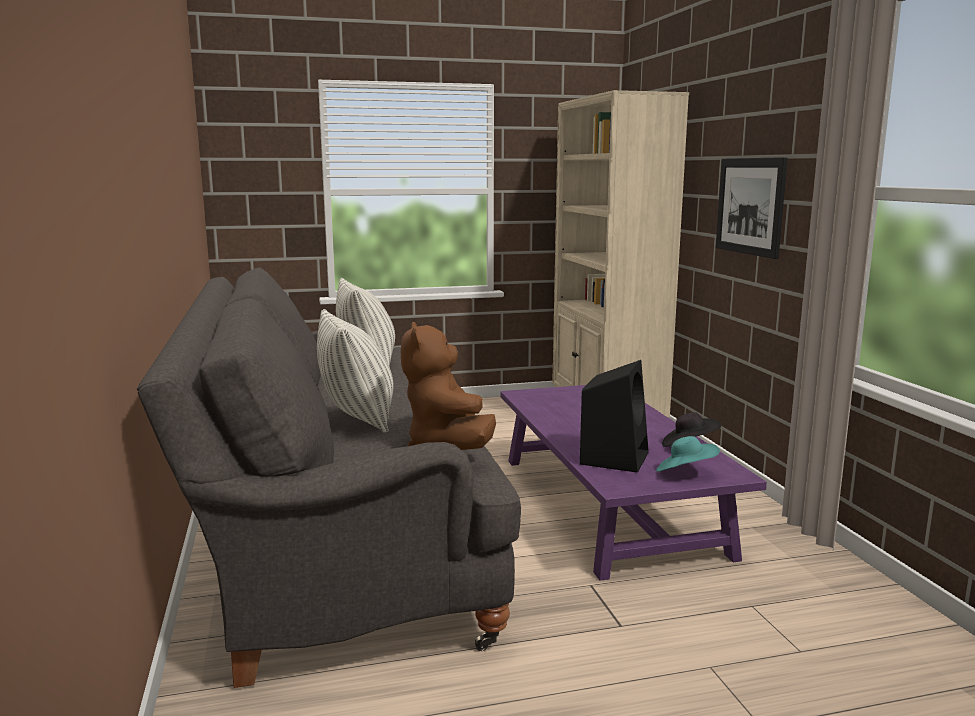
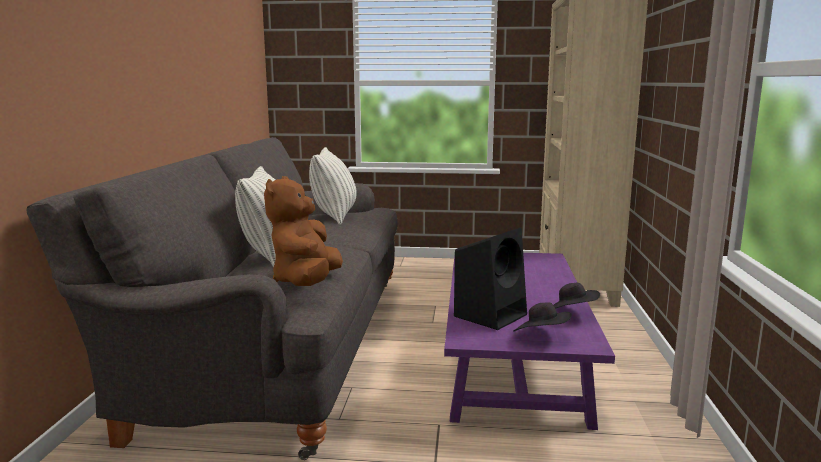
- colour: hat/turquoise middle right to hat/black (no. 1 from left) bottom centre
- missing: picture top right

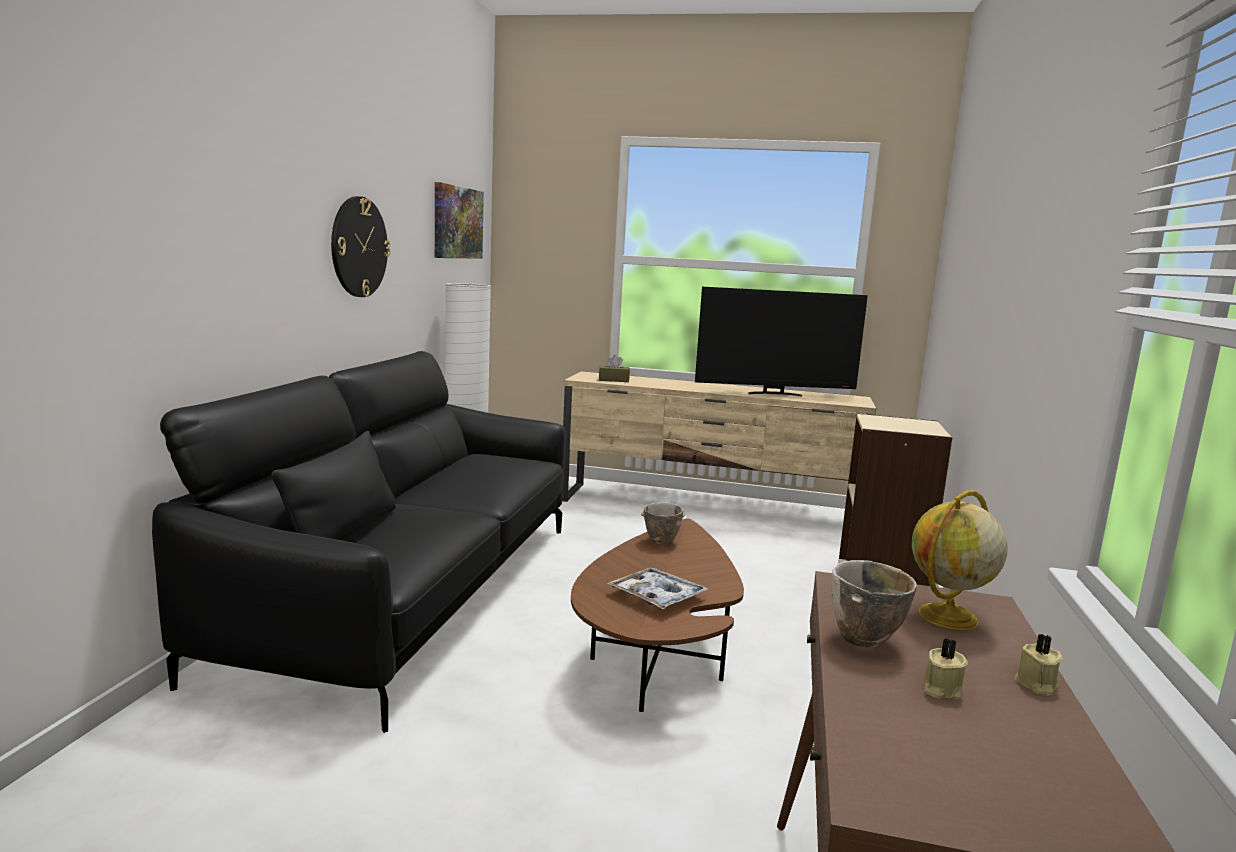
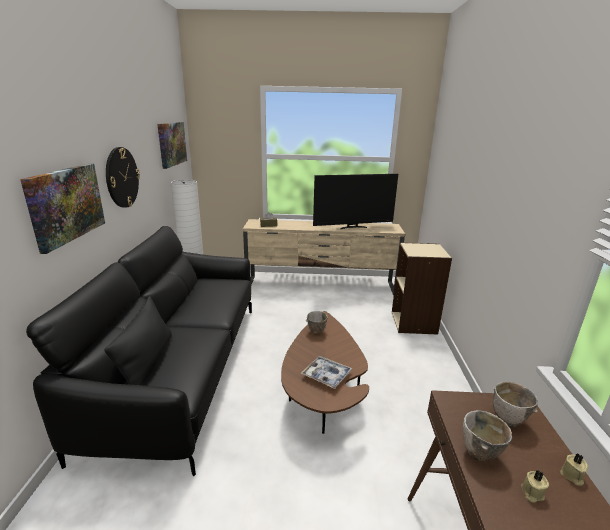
- exchanged: globe middle right to bowl (no. 3 from left) bottom right
- appeared: picture (no. 1 from left) middle left

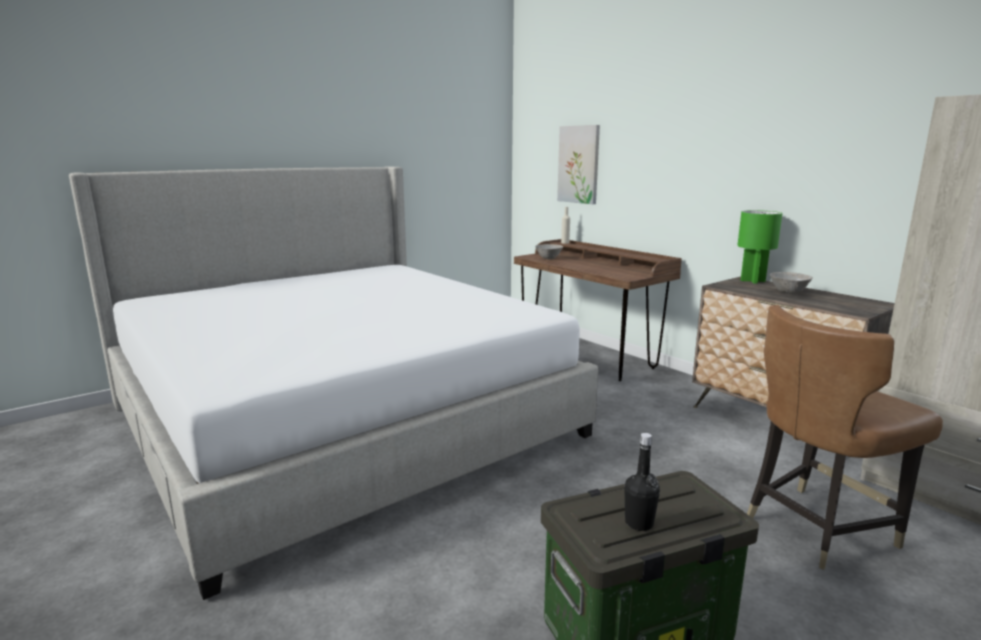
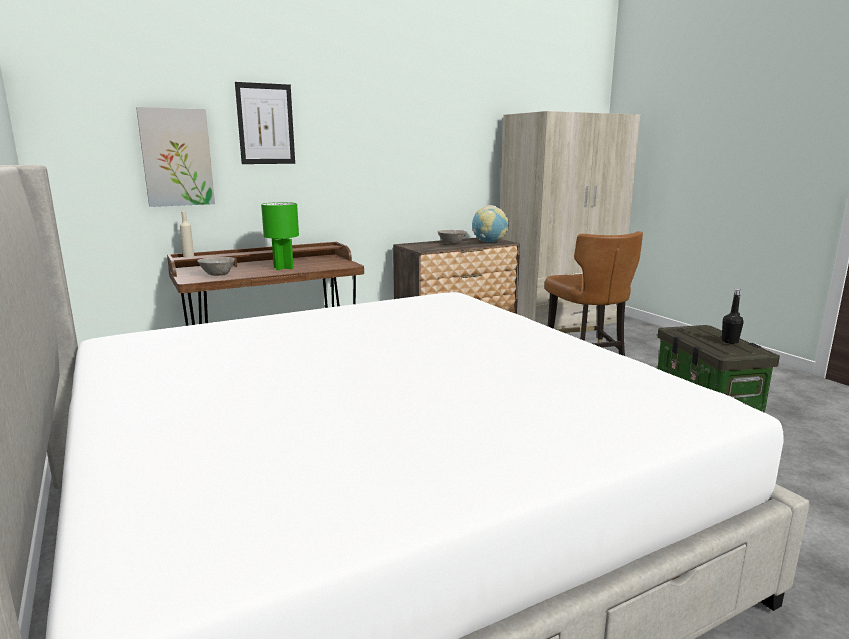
- relocated: table lamp/green middle right to middle left
- appeared: picture (no. 2 from left) top left
- appeared: globe centre

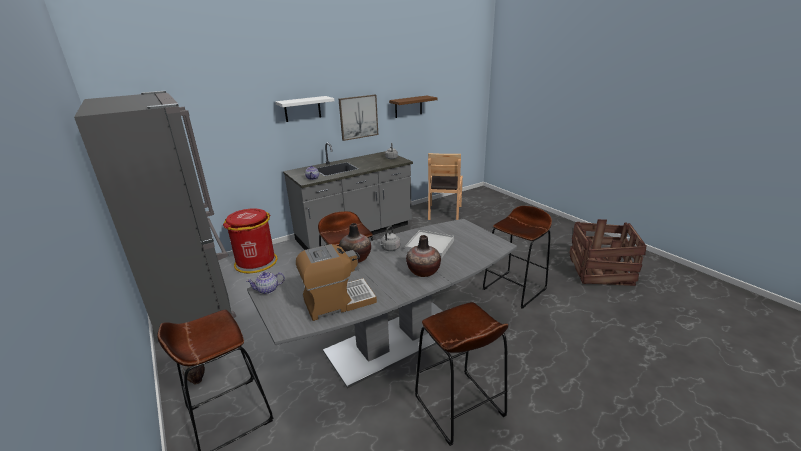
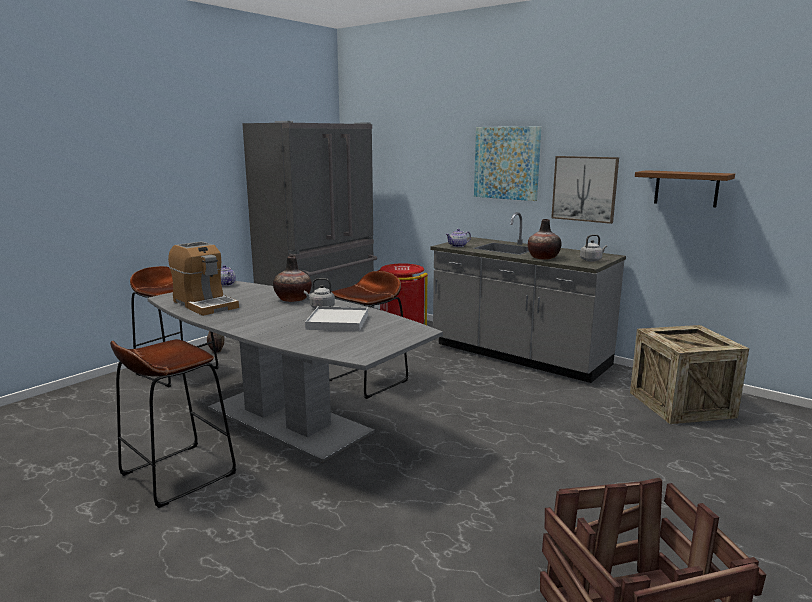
- exchanged: shelf/white top centre to picture (no. 1 from left) top centre
- relocated: vase (no. 3 from left) centre to middle right
- exchanged: chair/brown centre to crate (no. 2 from left) middle right
- missing: stool/brown (no. 4 from left) centre

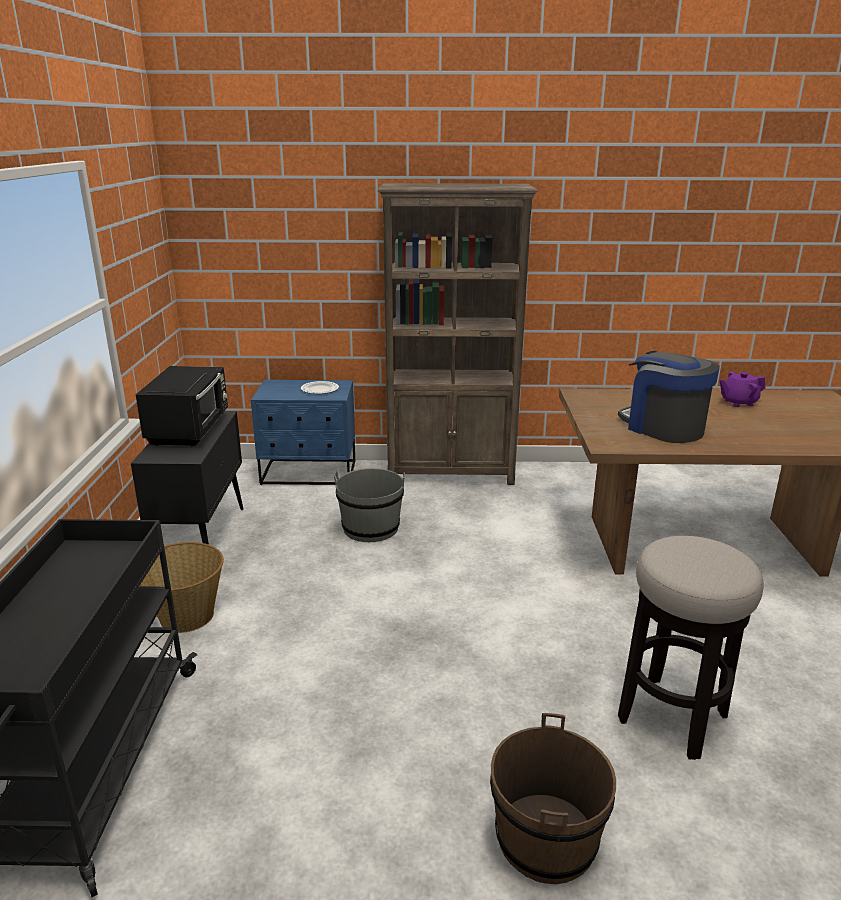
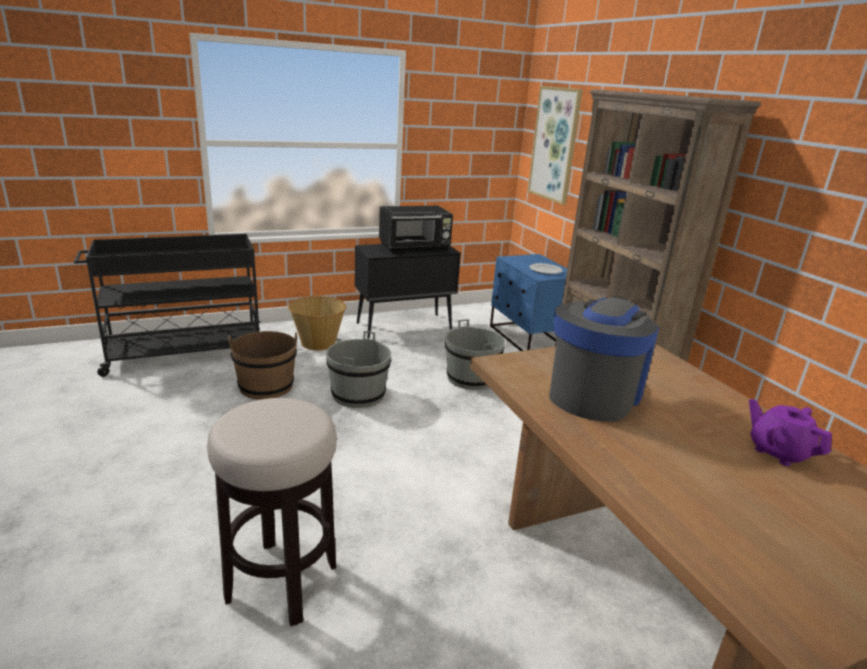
- relocated: bucket/brown bottom centre to middle left
- appeared: bucket/grey (no. 1 from left) centre
- appeared: picture top centre

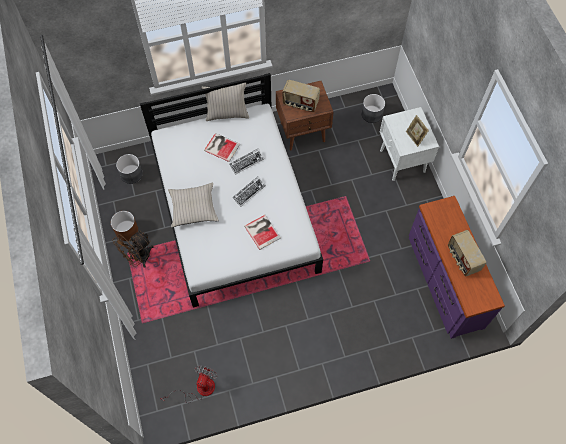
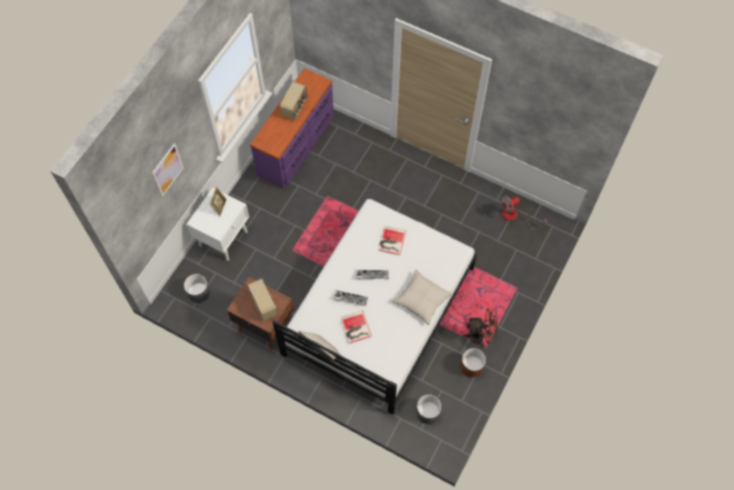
- appeared: picture middle left

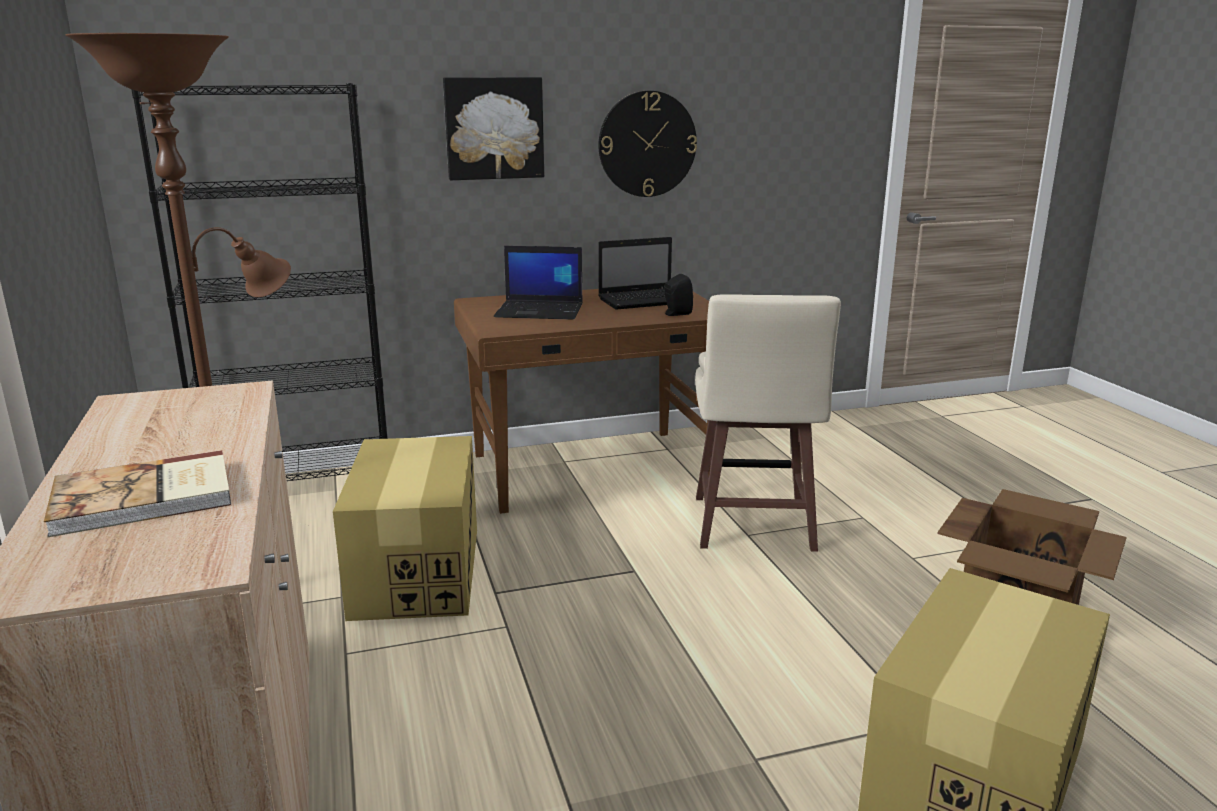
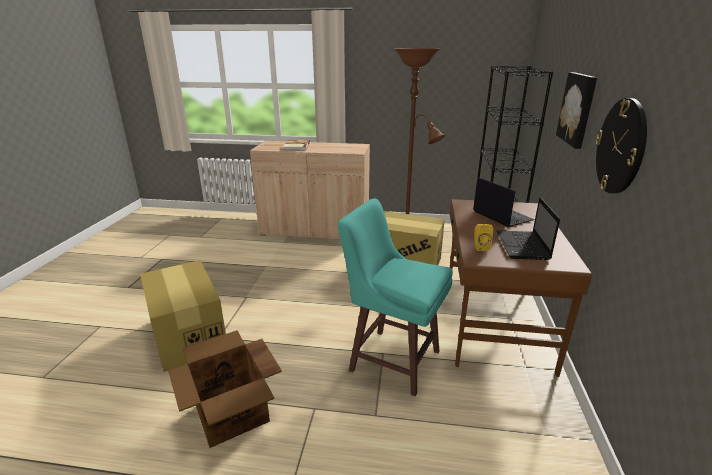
- spun: laptop (no. 1 from left) centre = middle right 120 degrees clockwise
- colour: speaker/black centre to speaker/yellow middle right
- colour: stool/beige centre to stool/turquoise centre

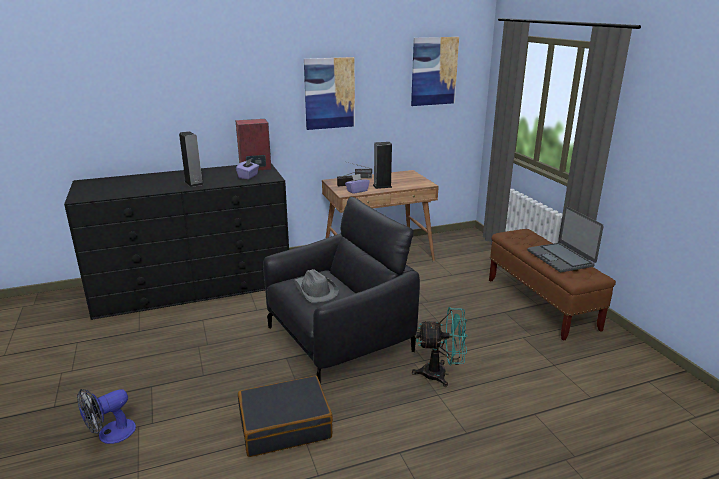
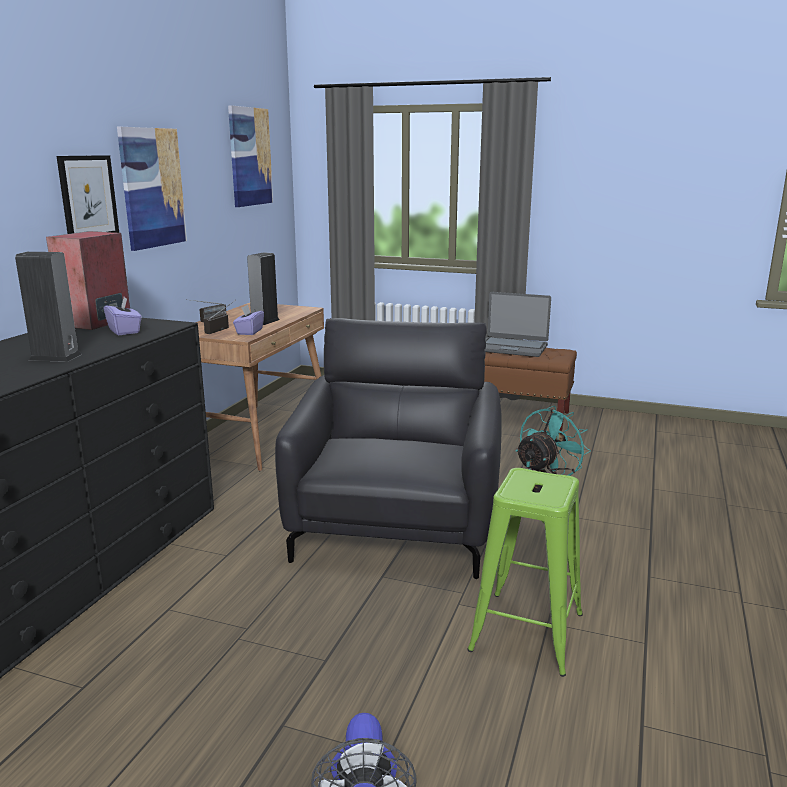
- exchanged: suitcase/black bottom centre to stool/green bottom right
- missing: hat/grey centre
- appeared: picture (no. 1 from left) top left

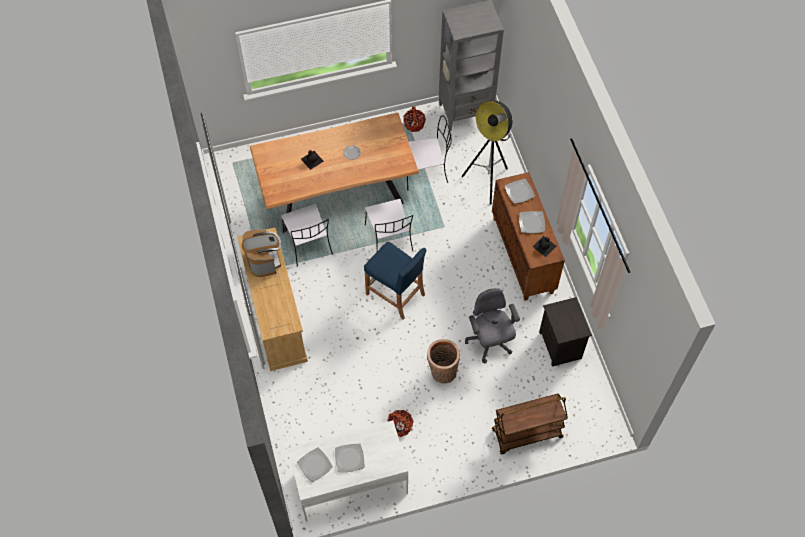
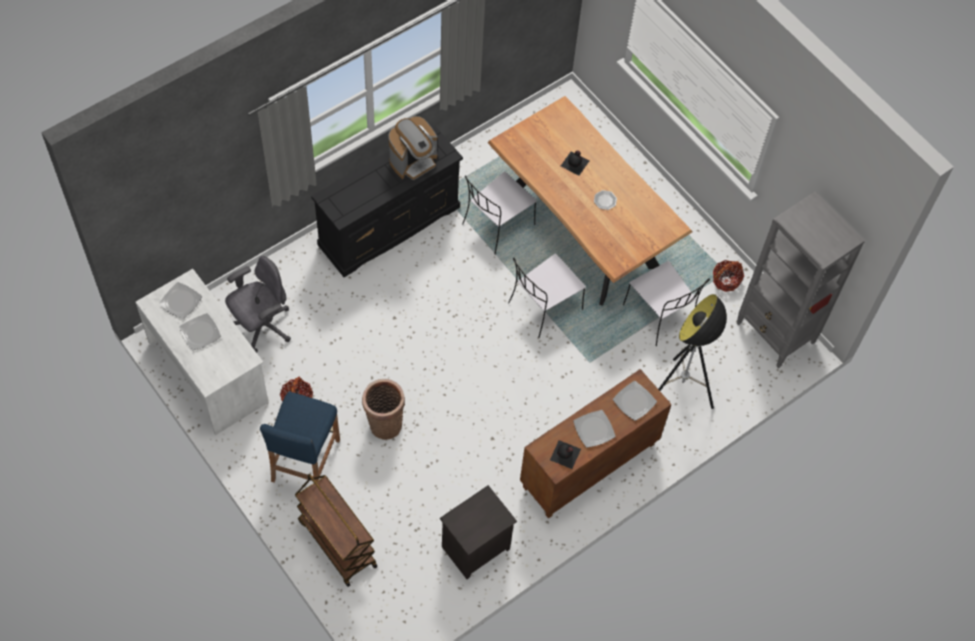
- colour: dresser/beige centre to dresser/black top centre
- relocated: stool/blue centre to bottom left
- relocated: office chair/grey centre to middle left

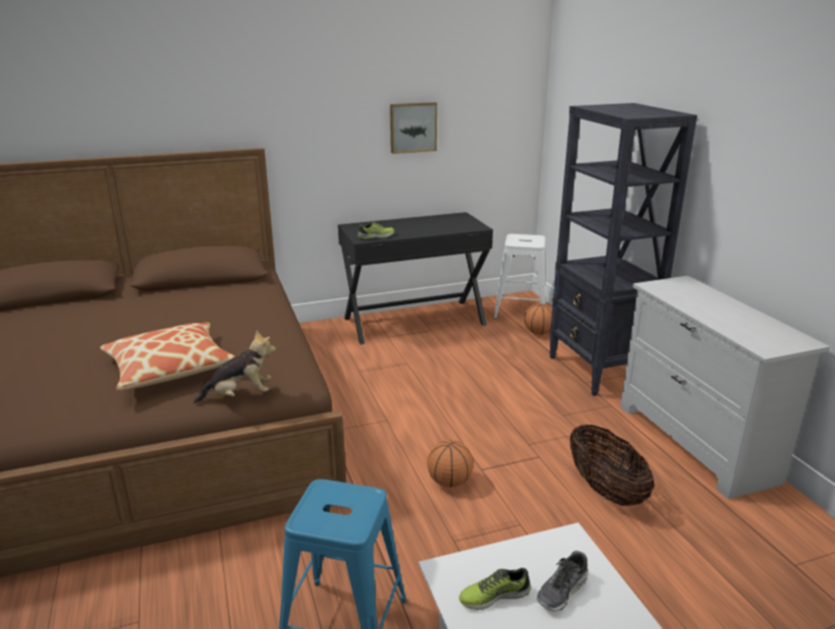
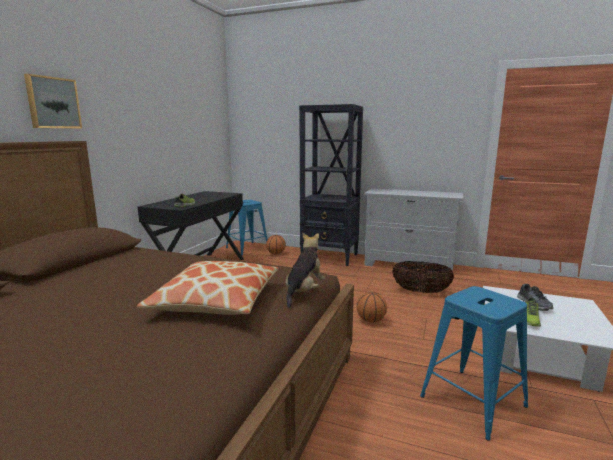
- relocated: picture top centre to top left
- colour: stool/white centre to stool/blue (no. 1 from left) centre

